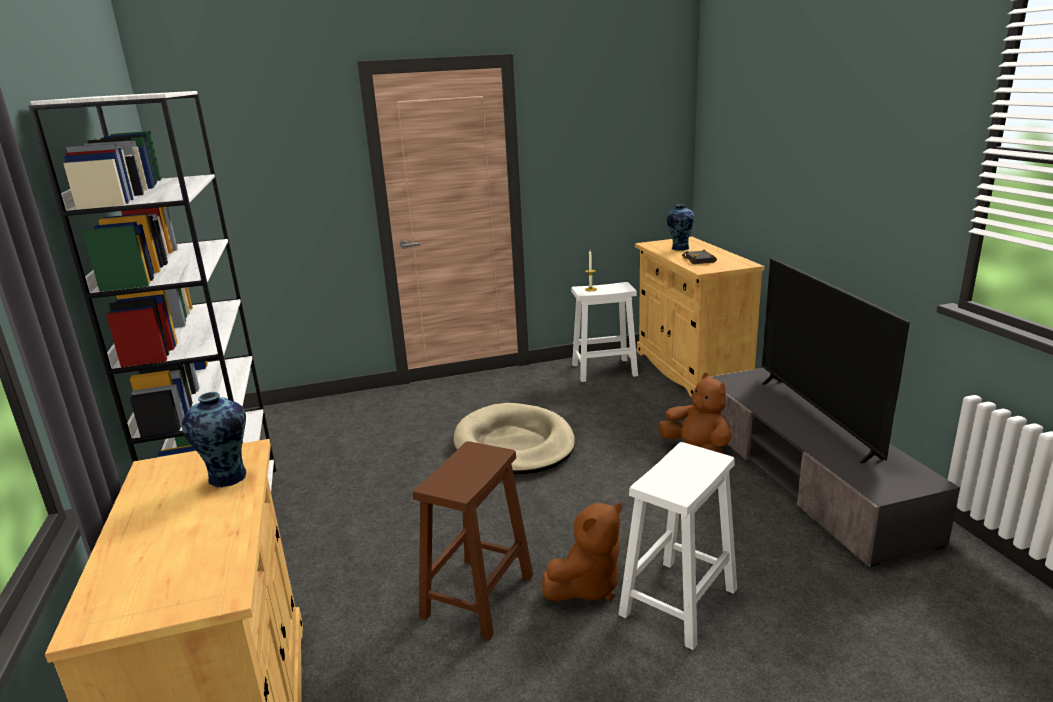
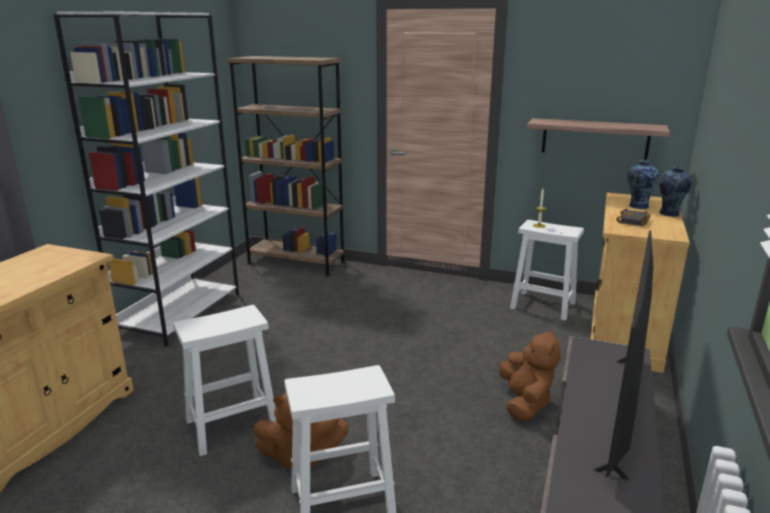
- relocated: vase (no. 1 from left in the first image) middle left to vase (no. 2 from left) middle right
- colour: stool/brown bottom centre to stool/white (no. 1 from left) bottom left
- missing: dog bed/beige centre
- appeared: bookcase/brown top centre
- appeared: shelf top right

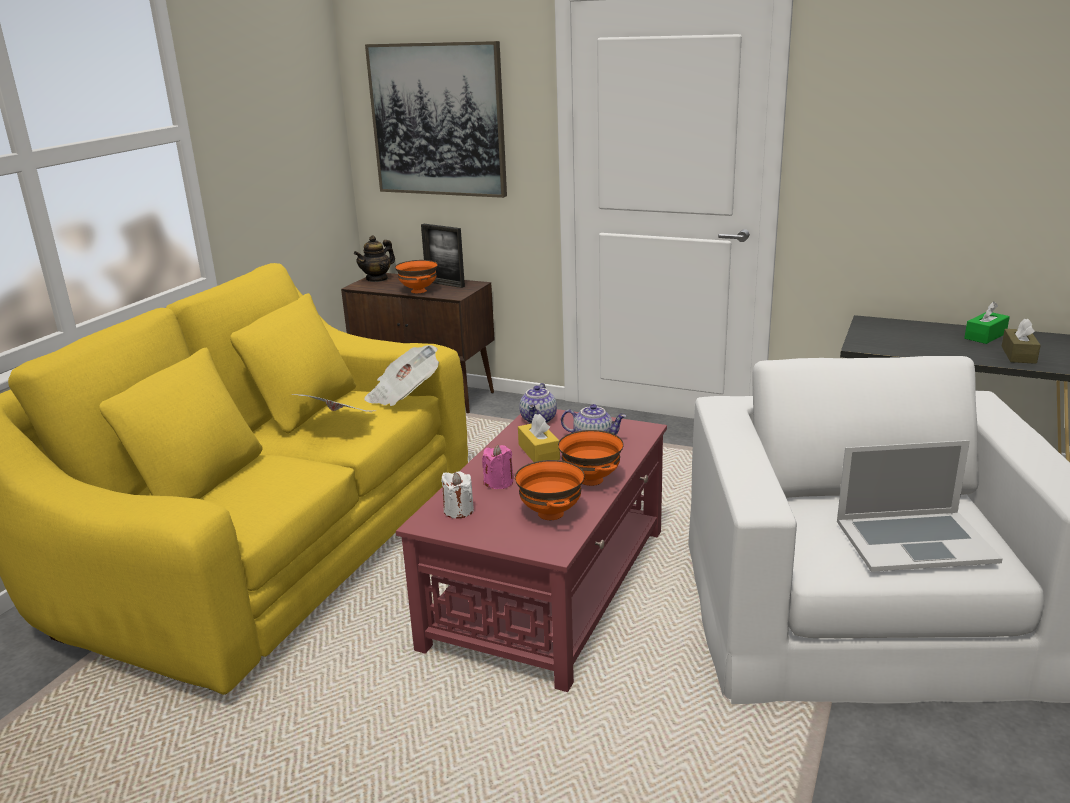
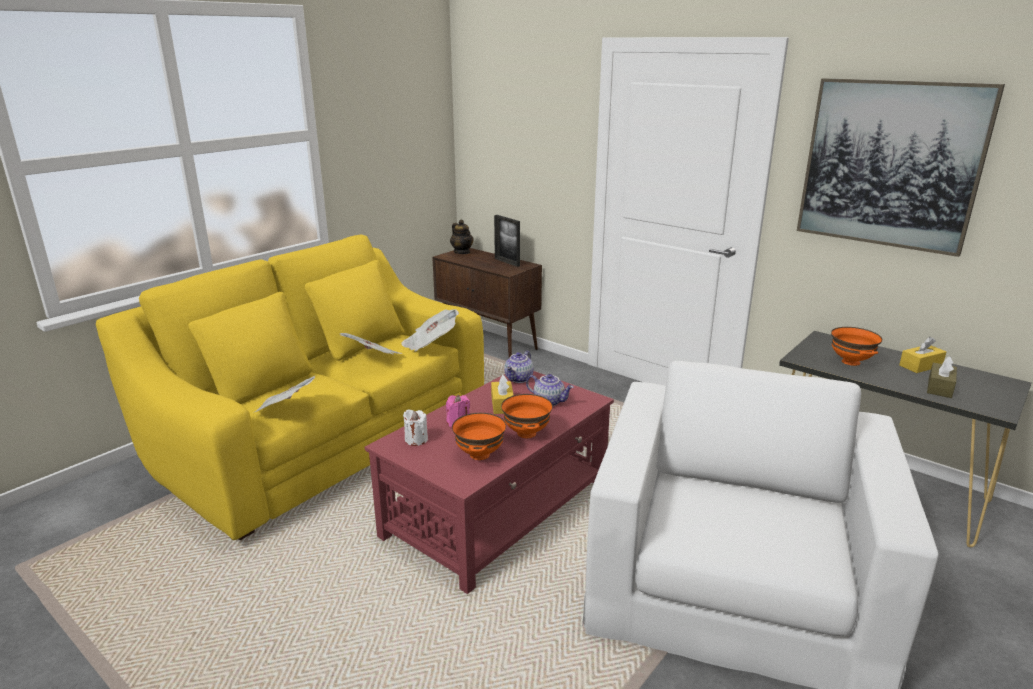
- spun: teapot (no. 1 from left) top centre = centre 90 degrees counterclockwise
- relocated: picture top centre to top right
- relocated: bowl/orange (no. 1 from left in the first image) centre to bowl/orange (no. 3 from left) middle right
- missing: laptop middle right
- colour: tissue box/green middle right to tissue box/yellow (no. 2 from left) middle right
- appeared: newspaper (no. 1 from left) middle left

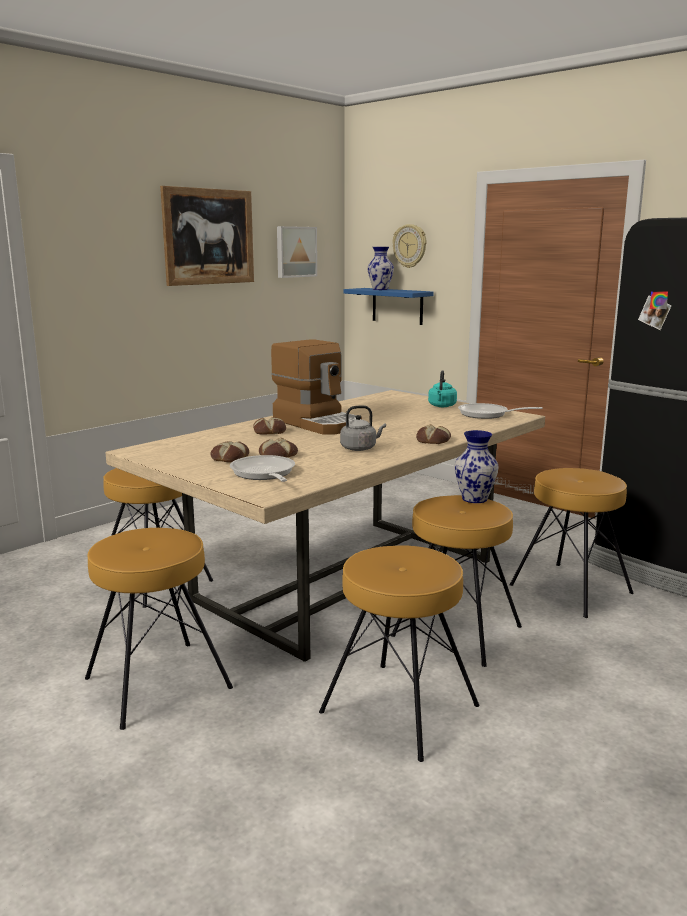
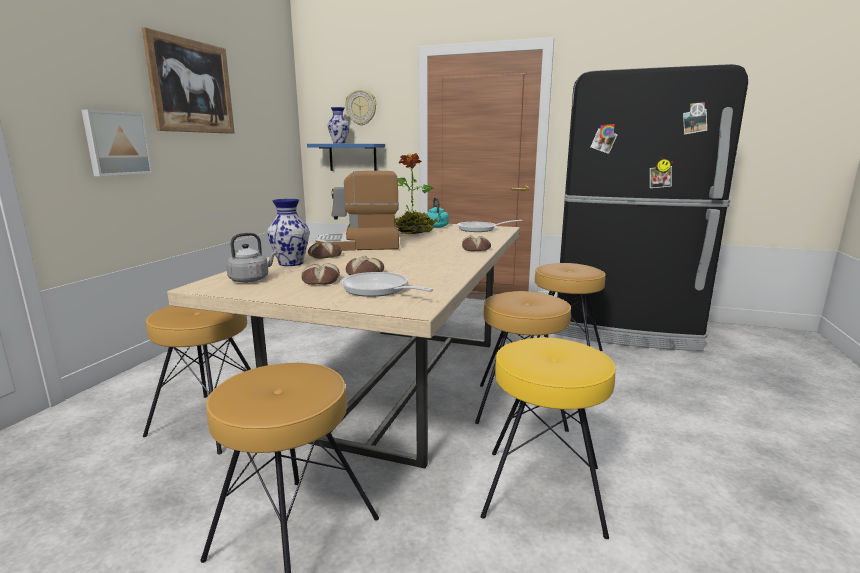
- spun: coffee machine centre = centre 150 degrees clockwise
- relocated: picture (no. 2 from left in the first image) top centre to picture (no. 1 from left) top left
- colour: stool/brown (no. 3 from left) bottom centre to stool/yellow bottom centre
- relocated: kettle/grey centre to middle left
- relocated: vase (no. 2 from left in the first image) middle right to vase (no. 1 from left) centre
- appeared: potted plant centre

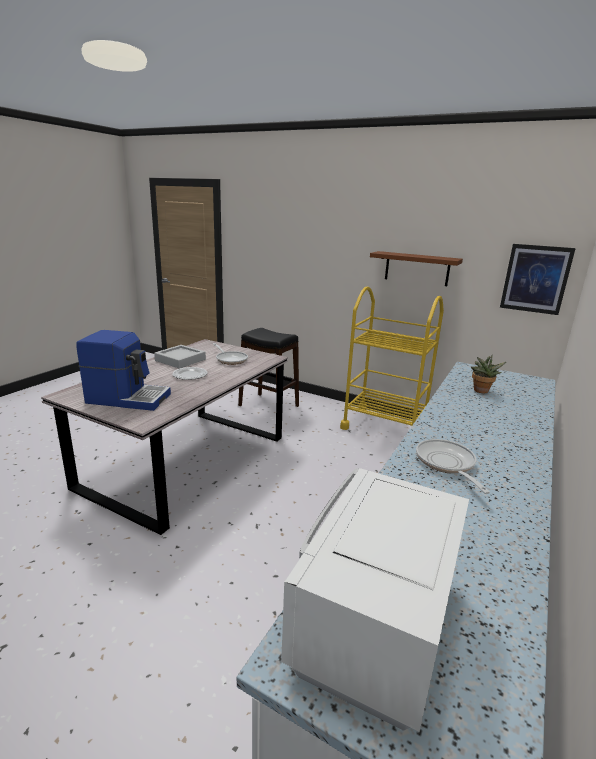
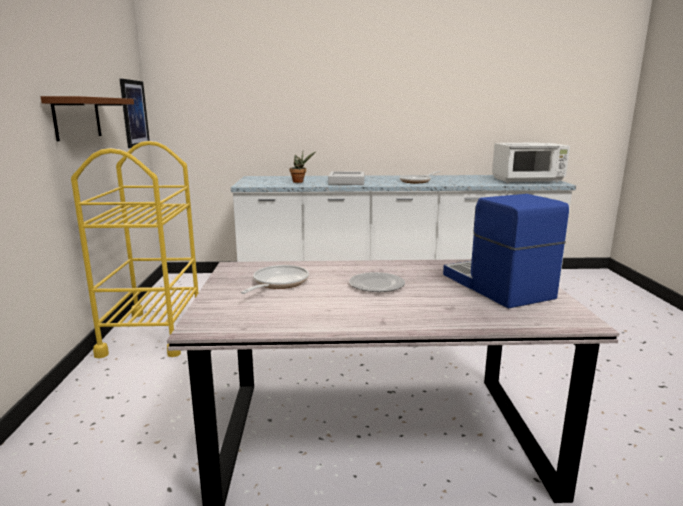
- relocated: tray/grey middle left to centre
- missing: stool/black centre

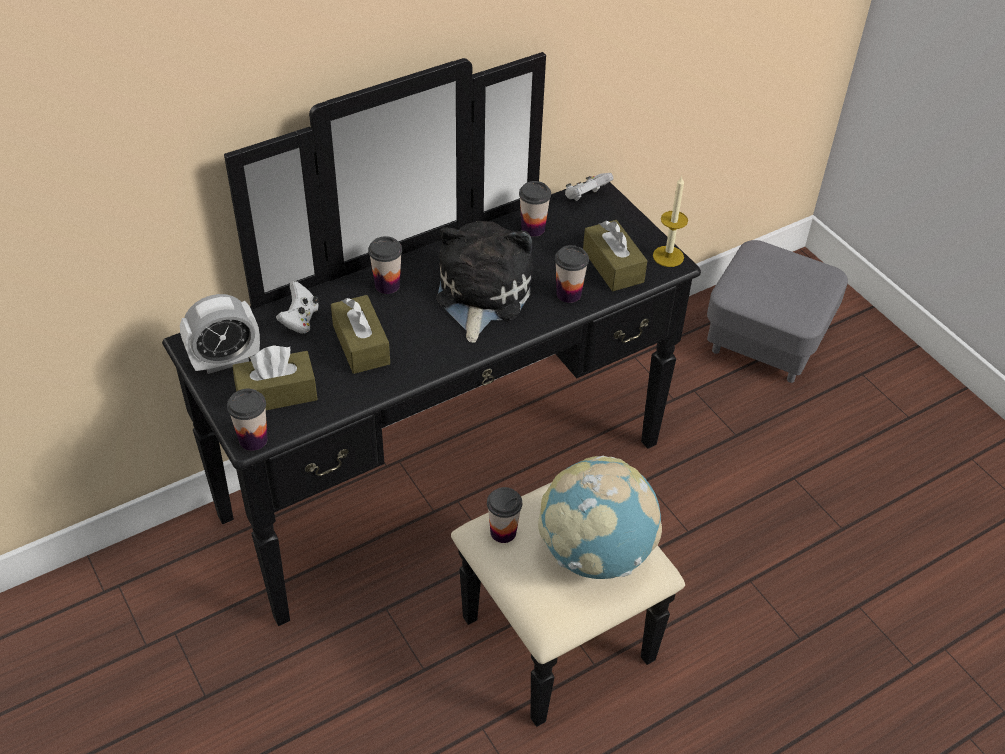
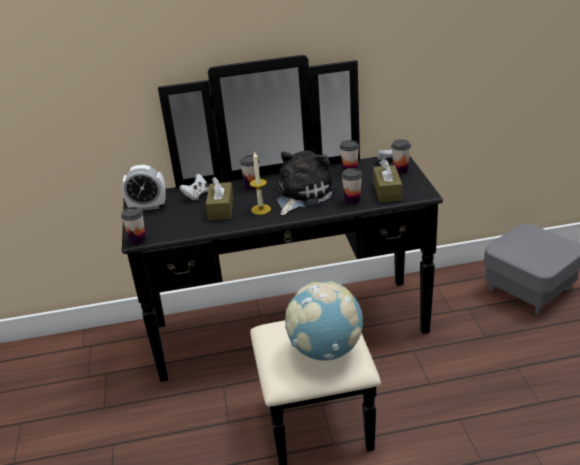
- missing: tissue box/brown (no. 1 from left) middle left
- relocated: cup (no. 3 from left in the first image) bottom centre to cup (no. 5 from left) middle right
- relocated: candle top right to centre

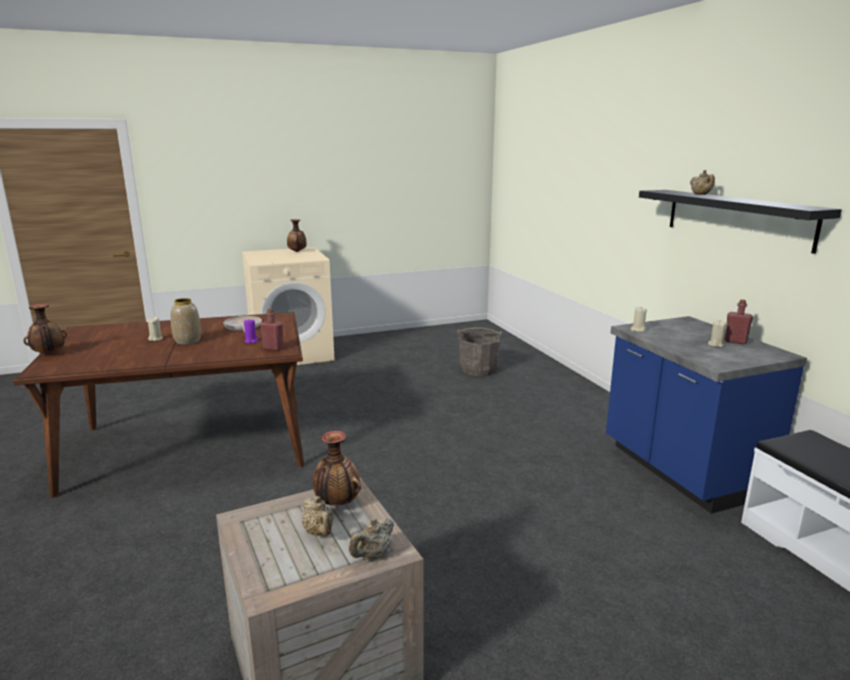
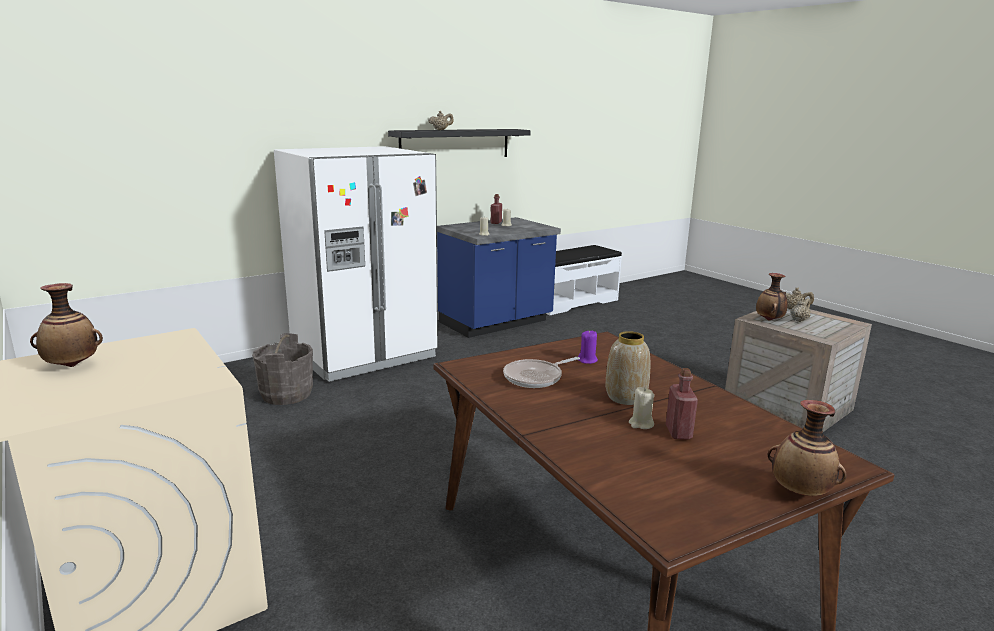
- relocated: bottle/red (no. 1 from left in the first image) middle left to bottle/red (no. 2 from left) middle right
- appeared: fridge/white centre

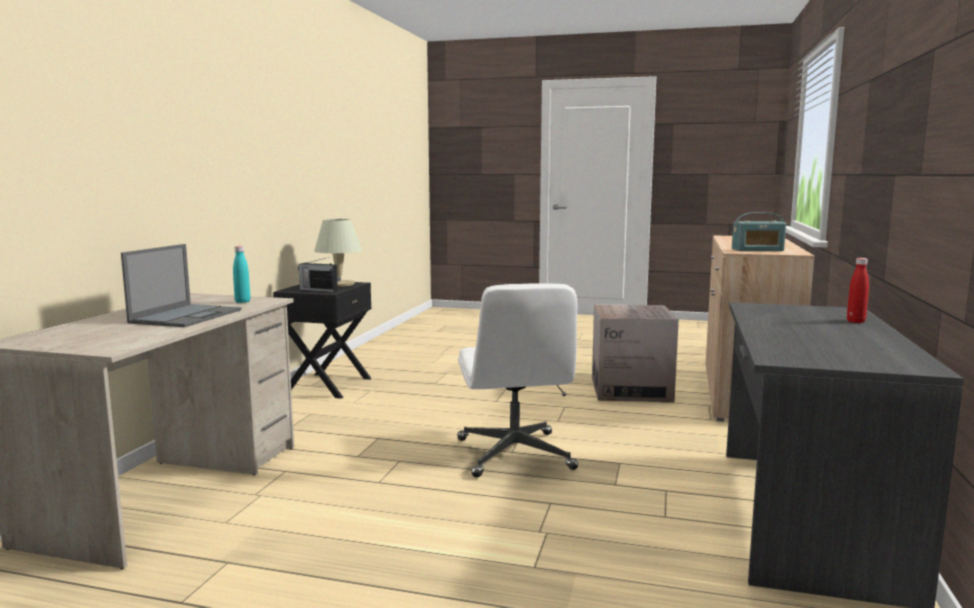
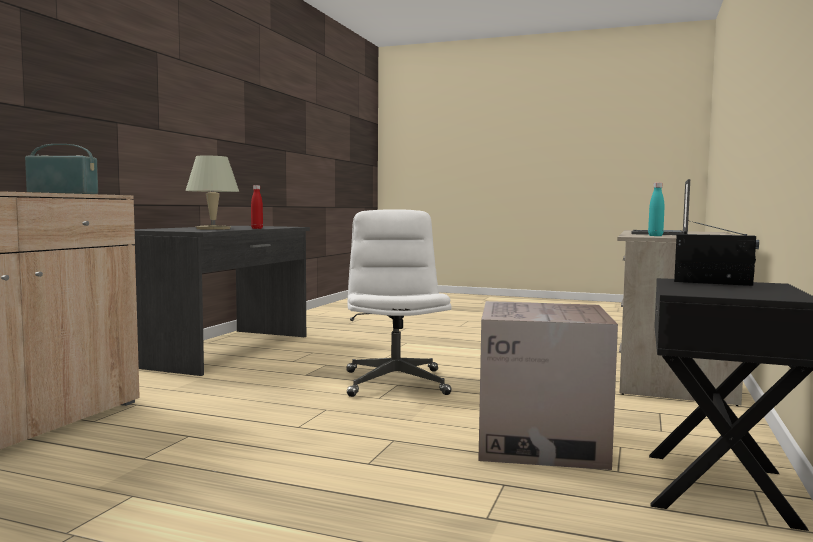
- relocated: table lamp/beige centre to middle left
- relocated: cardboard box centre to bottom right
- relocated: bottle/red middle right to middle left

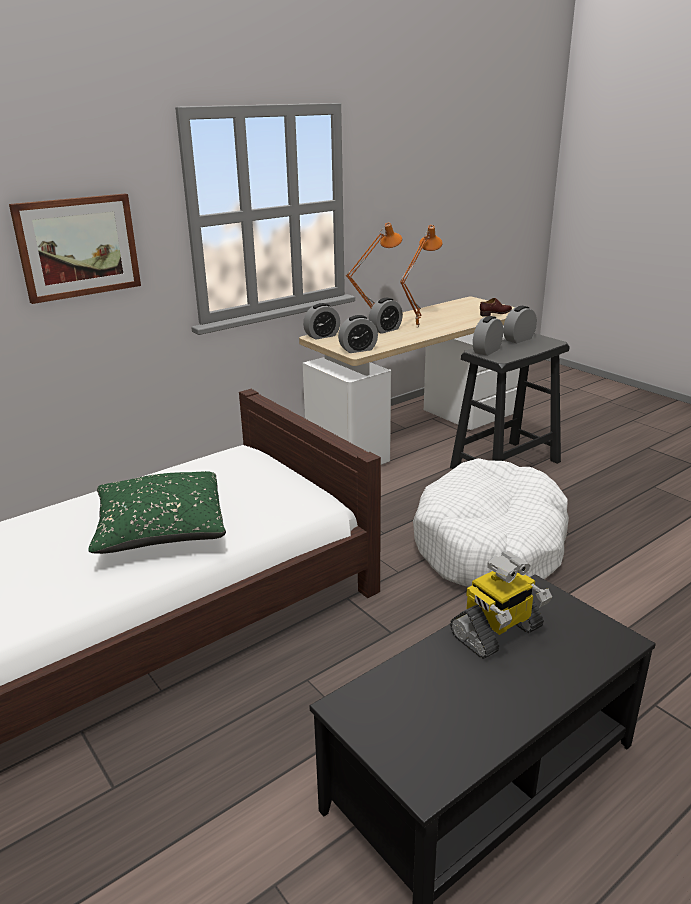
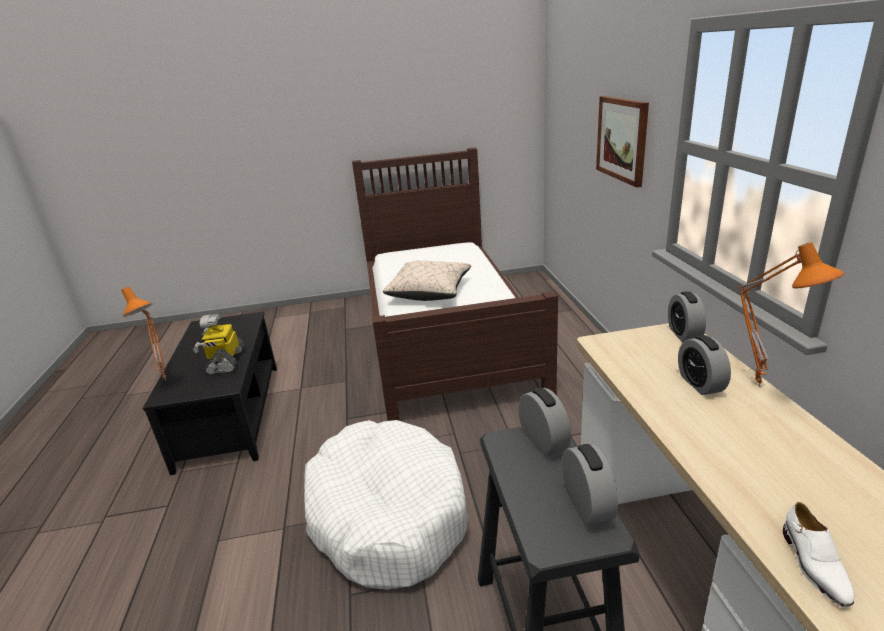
- colour: pillow/green middle left to pillow/beige centre
- missing: alarm clock (no. 2 from left) centre
- relocated: table lamp/orange (no. 2 from left in the first image) top centre to table lamp/orange (no. 1 from left) middle left
- colour: shoe/brown middle right to shoe/white bottom right

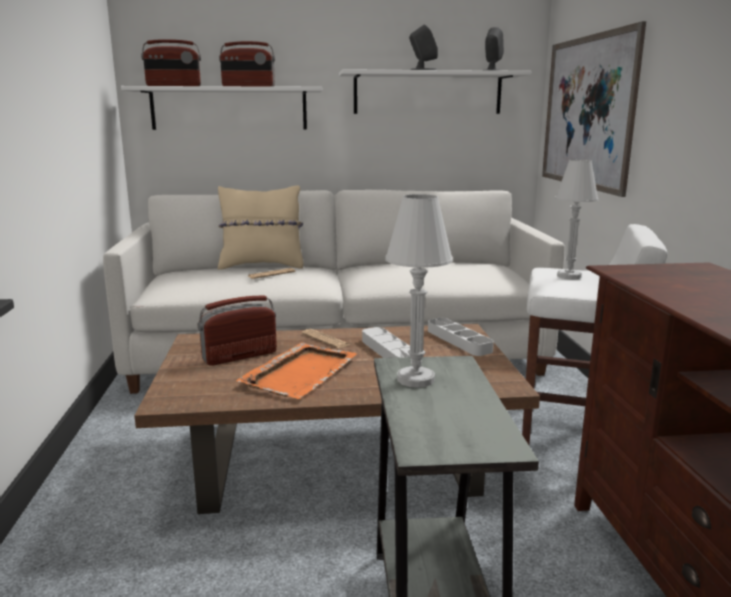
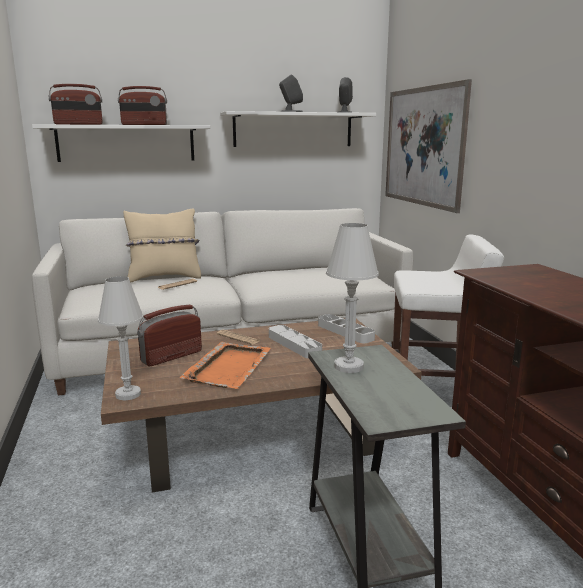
- relocated: table lamp/white (no. 2 from left in the first image) middle right to table lamp/white (no. 1 from left) middle left

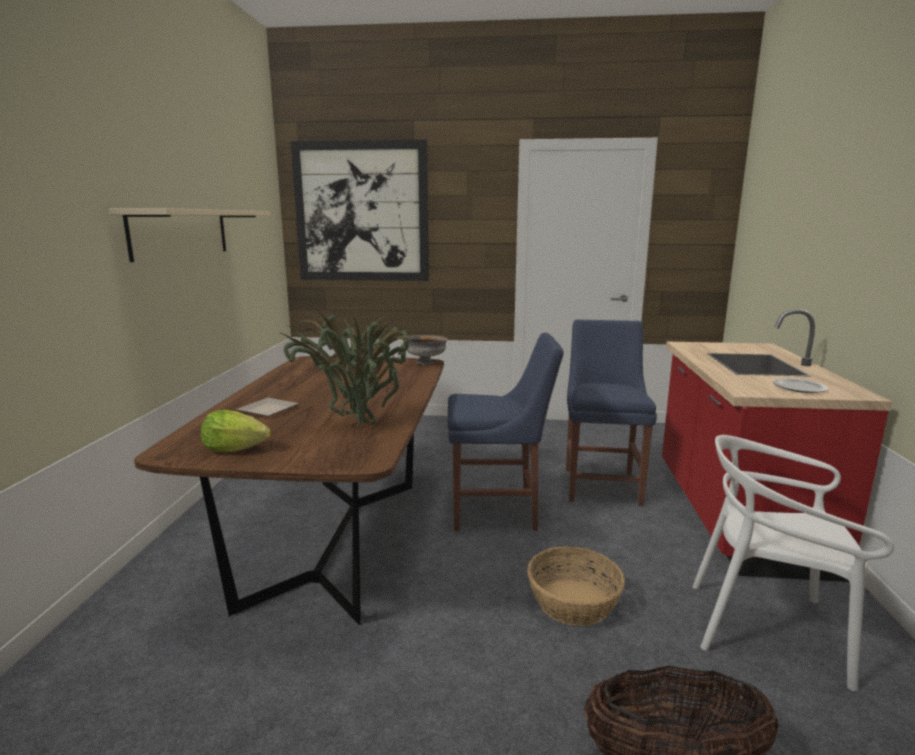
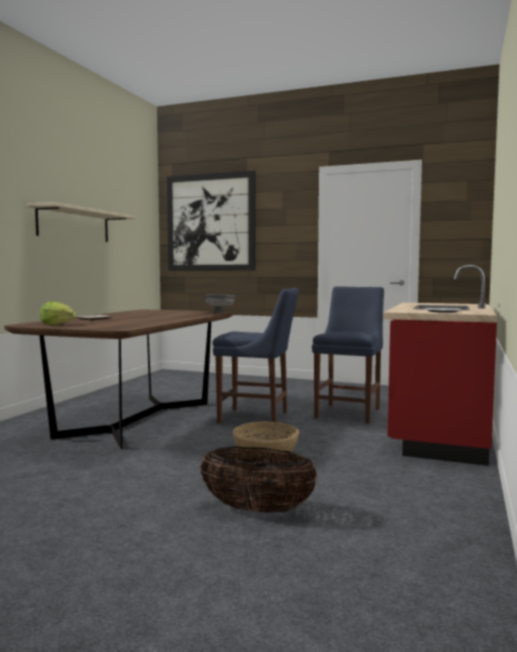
- missing: potted plant centre
- missing: chair/white bottom right

